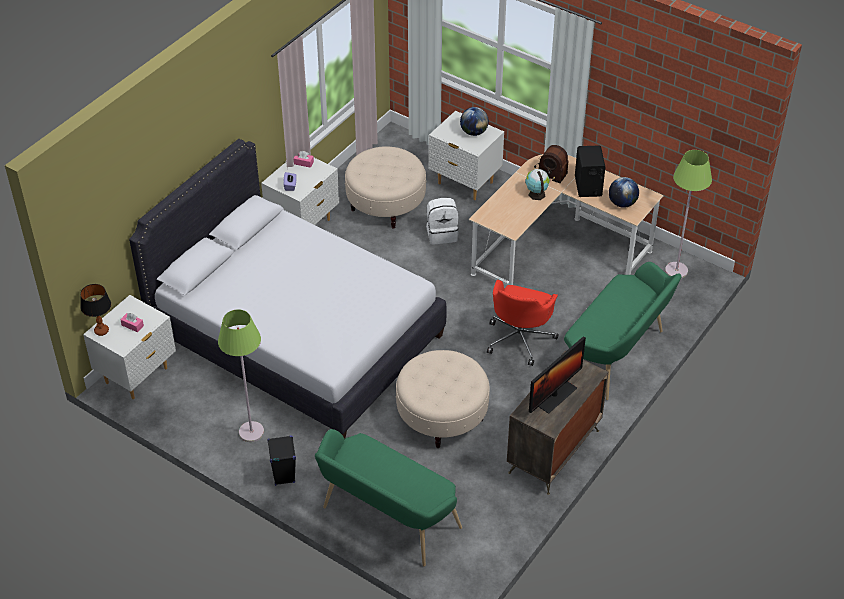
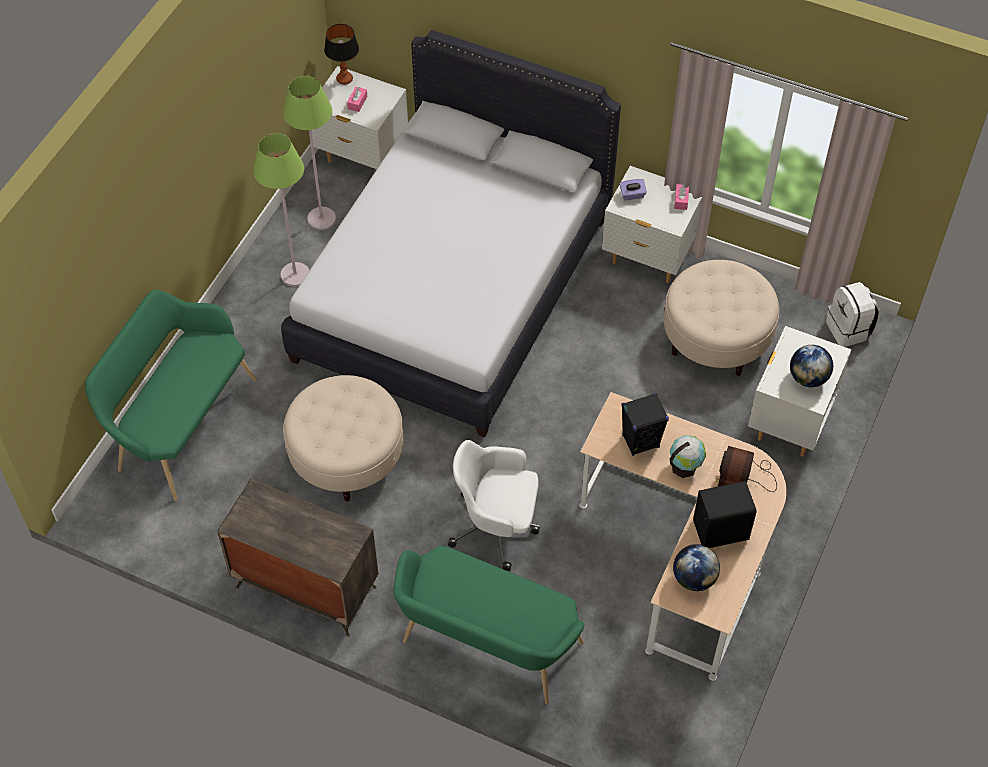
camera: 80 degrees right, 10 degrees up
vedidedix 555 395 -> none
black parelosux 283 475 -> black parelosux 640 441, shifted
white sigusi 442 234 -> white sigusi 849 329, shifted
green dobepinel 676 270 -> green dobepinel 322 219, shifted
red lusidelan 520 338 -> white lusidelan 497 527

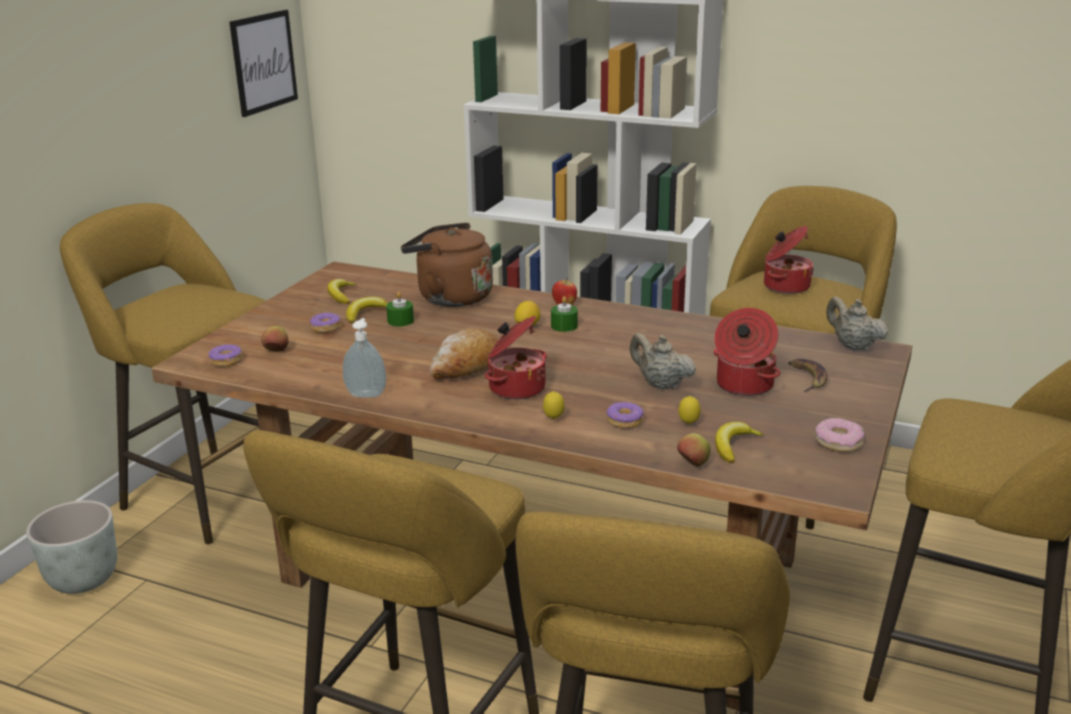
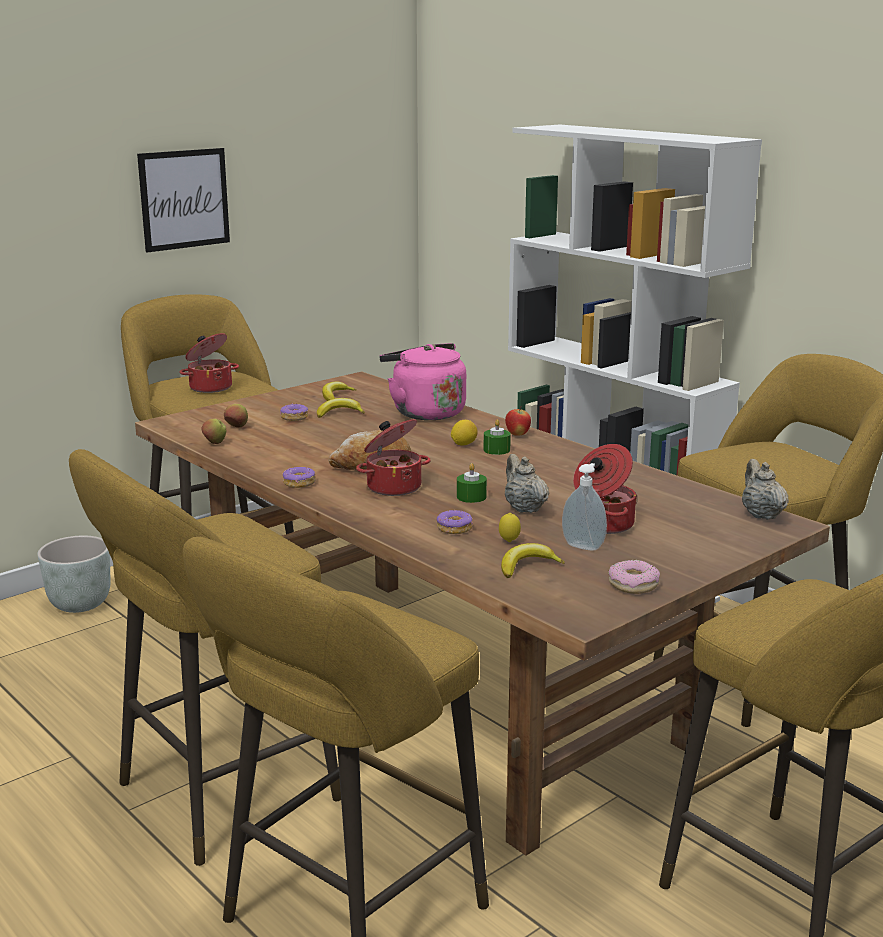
camera: 25 degrees right, 5 degrees down
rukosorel 553 419 -> none
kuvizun 807 378 -> none
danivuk 226 361 -> danivuk 299 483, shifted
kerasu 264 62 -> kerasu 184 199, shifted
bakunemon 366 394 -> bakunemon 584 546, shifted
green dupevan 400 321 -> green dupevan 471 497, shifted
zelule 693 464 -> zelule 215 443, shifted
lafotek 785 286 -> lafotek 210 387, shifted
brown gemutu 450 297 -> pink gemutu 425 412

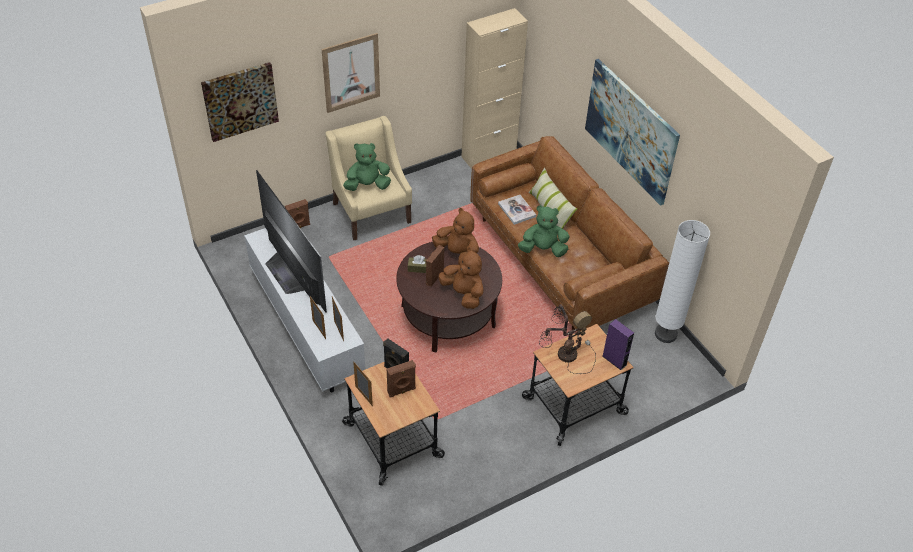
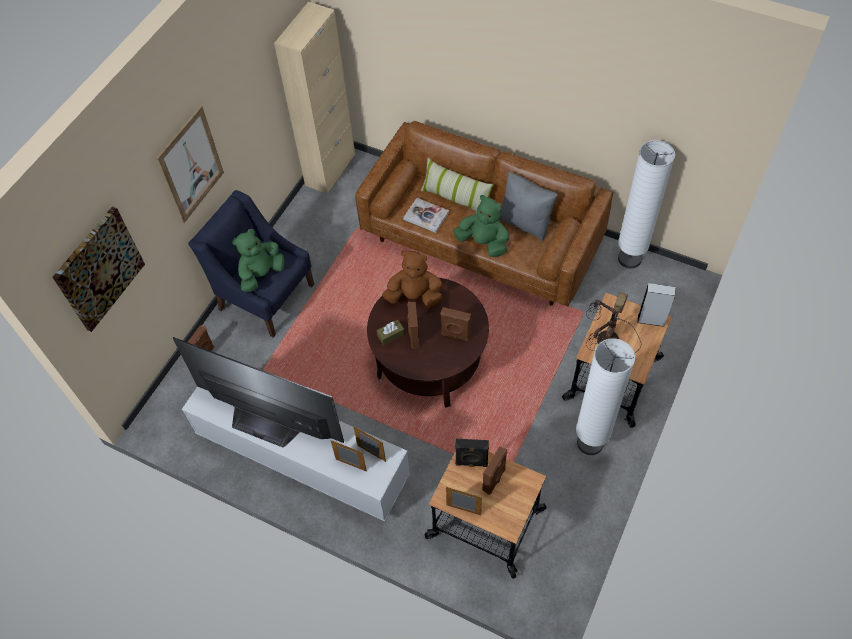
camera: 30 degrees left, 10 degrees up
kerasu 630 131 -> none
none -> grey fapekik 525 222
none -> white dobepinel 590 443
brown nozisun 463 294 -> brown parelosux 455 336
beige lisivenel 371 212 -> blue lisivenel 265 296
purple parelosux 614 360 -> grey parelosux 651 320
green nozisun 543 249 -> green nozisun 483 243, 60 degrees clockwise

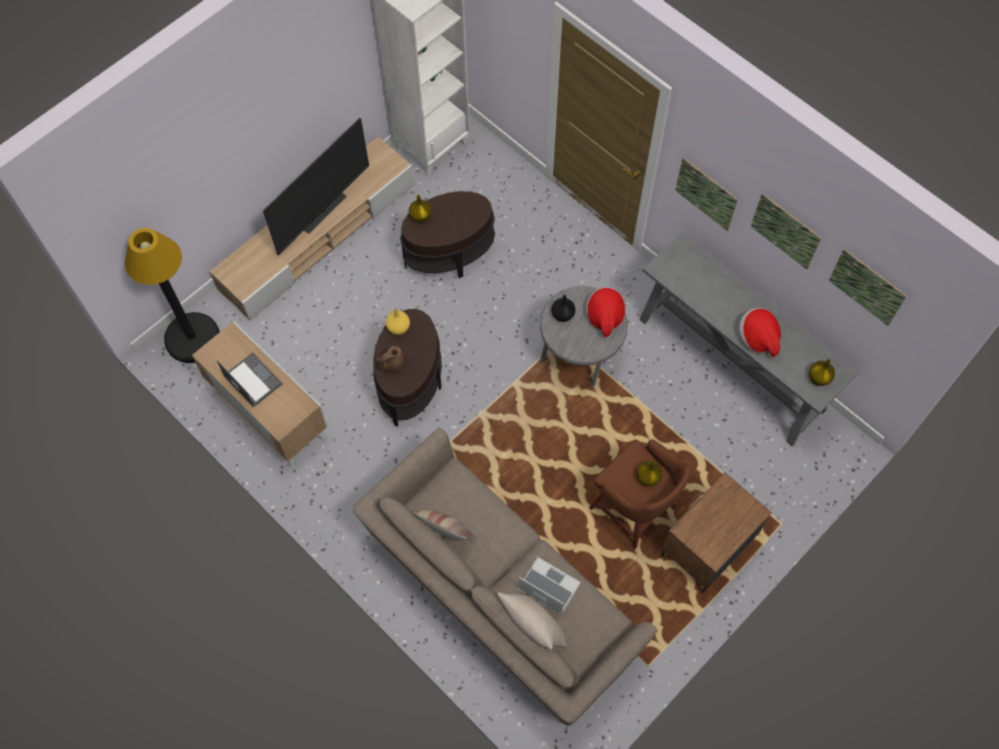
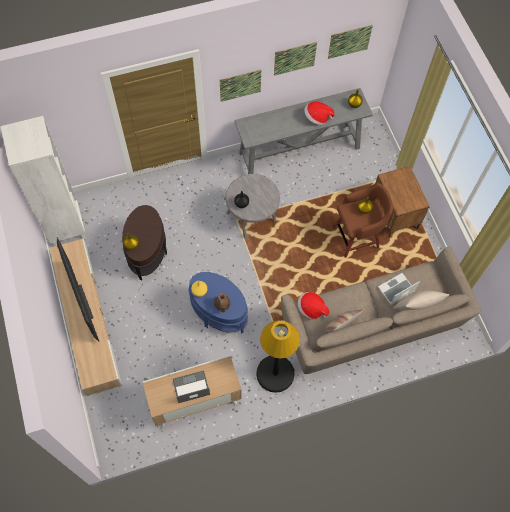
camera: 65 degrees left, 0 degrees up
black dobepinel 192 338 -> black dobepinel 275 374, shifted
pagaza 604 316 -> pagaza 311 309, shifted
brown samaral 410 382 -> blue samaral 218 312

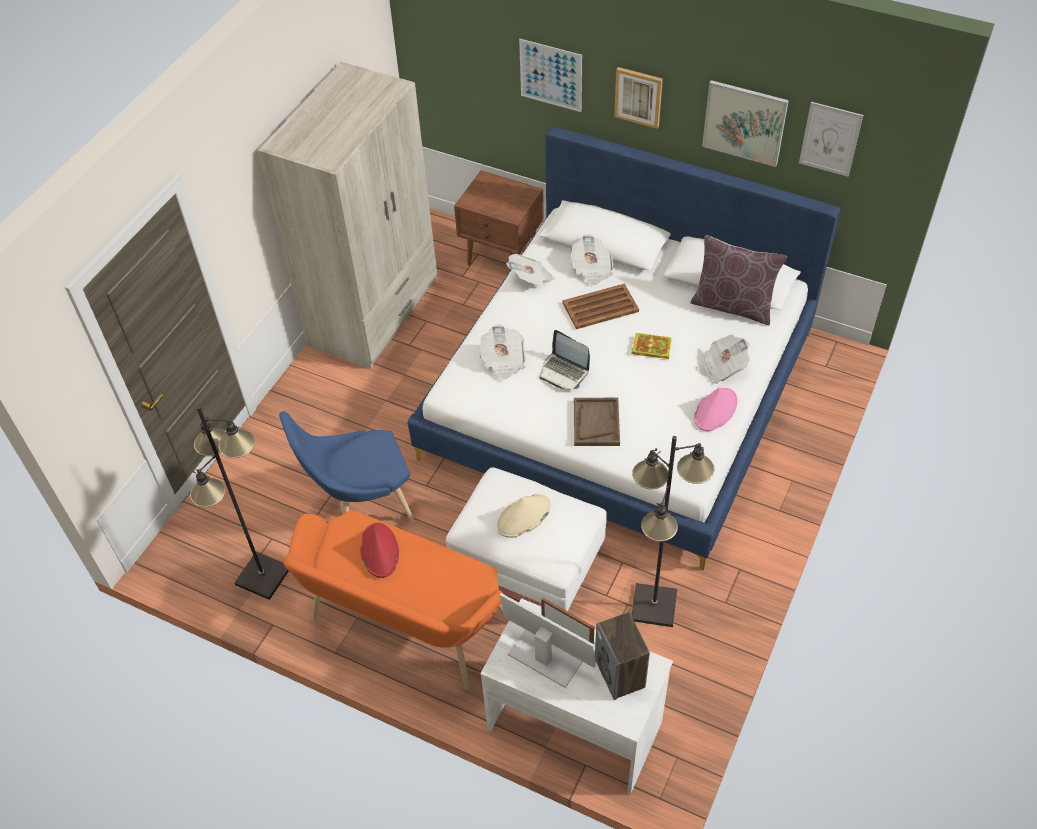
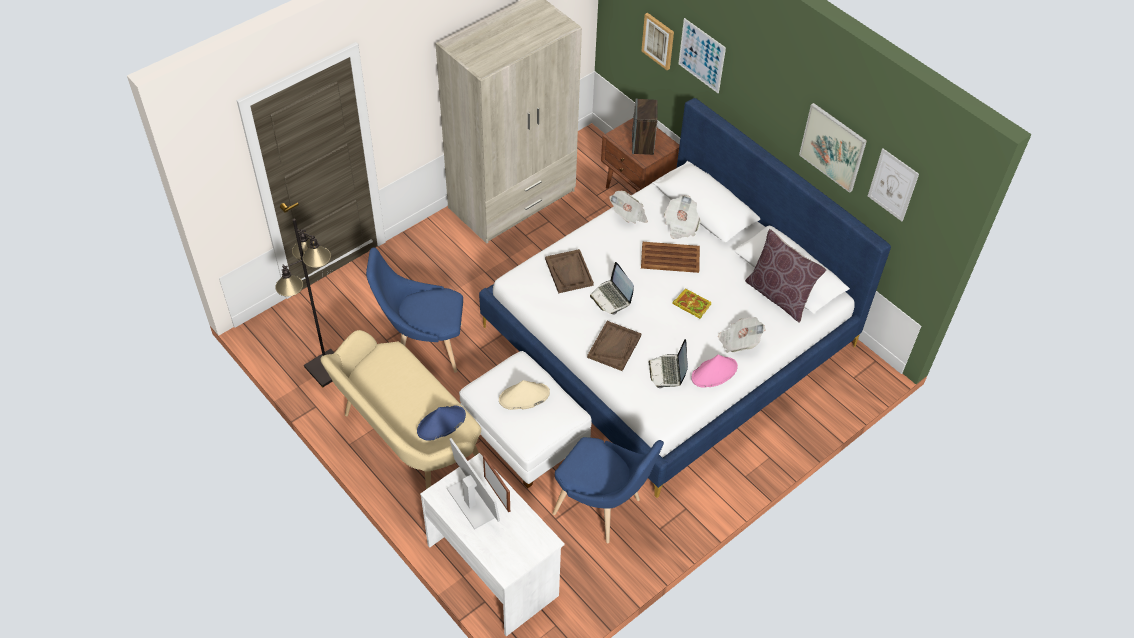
camera: 20 degrees right, 0 degrees up
red pagaza 379 550 -> none
none -> blue pagaza 441 423
none -> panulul 668 372
parelosux 620 674 -> parelosux 643 144, shifted
kerasu 638 97 -> kerasu 658 41, shifted
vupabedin 503 361 -> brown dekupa 569 272
black dobepinel 654 606 -> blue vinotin 602 509
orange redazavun 404 627 -> beige redazavun 407 446

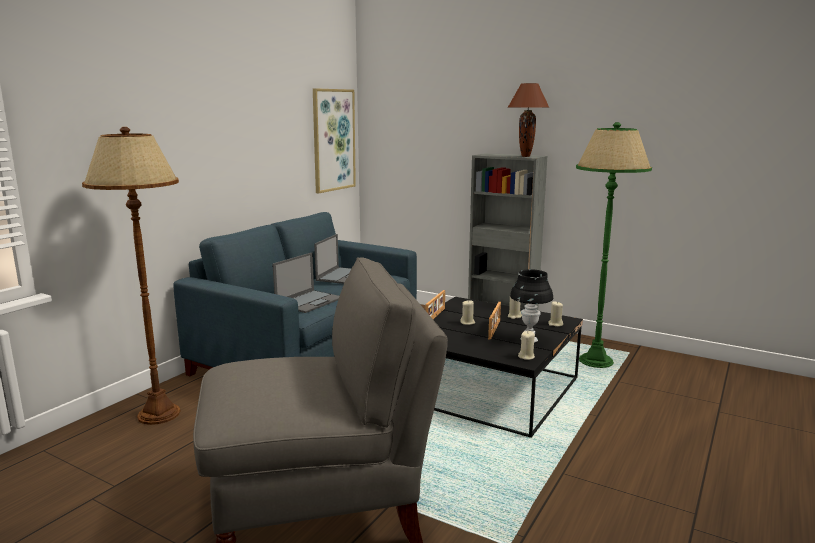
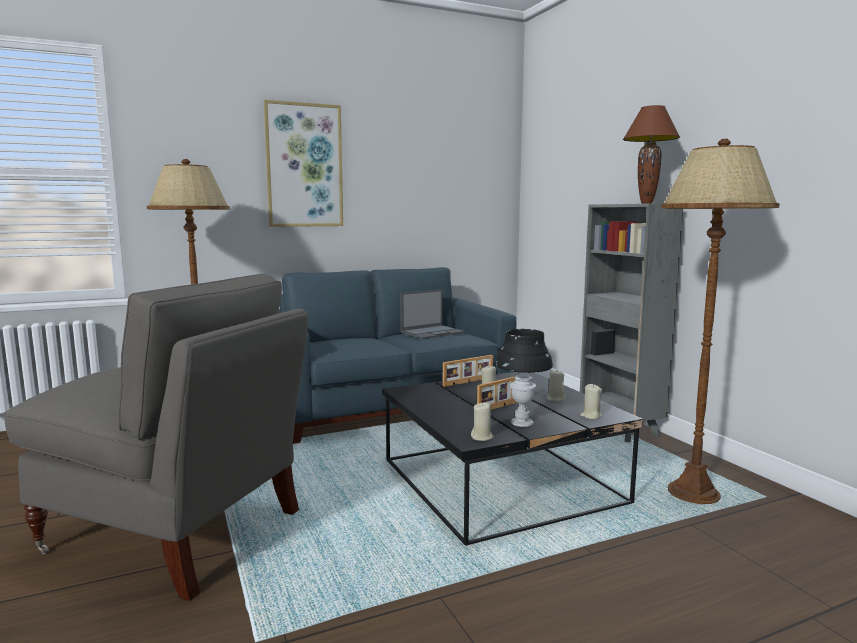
camera: 35 degrees right, 5 degrees down
panulul 309 301 -> none
kerasu 333 140 -> kerasu 304 166, shifted
green dobepinel 596 361 -> brown dobepinel 693 493

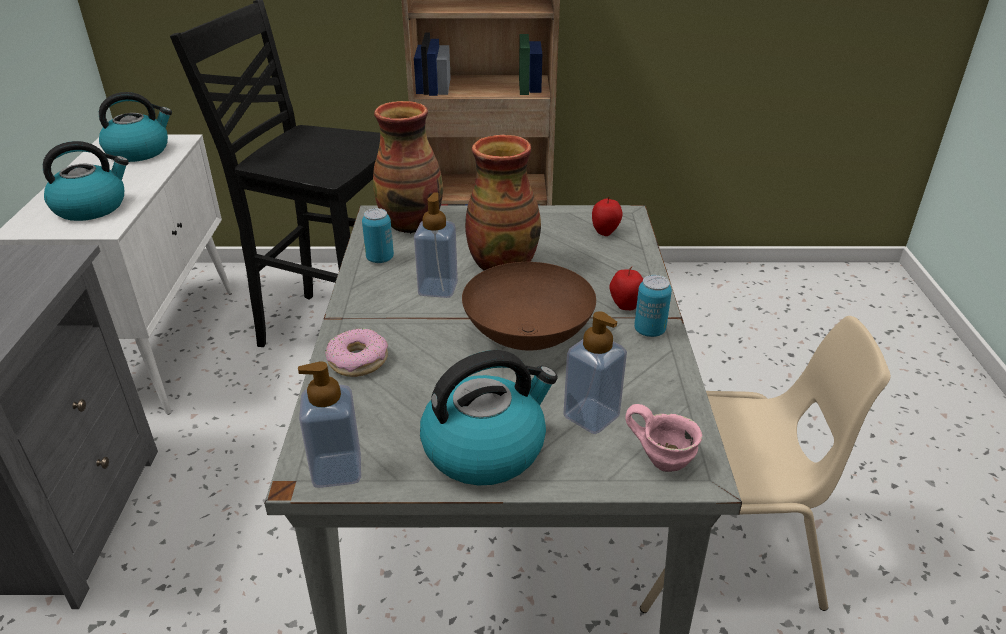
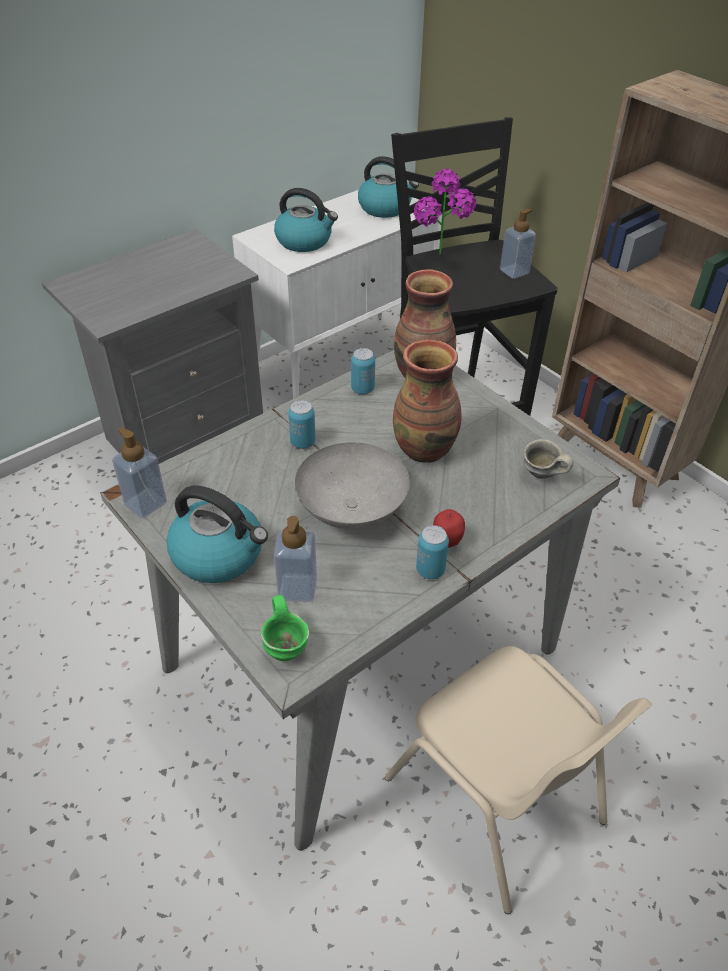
camera: 50 degrees right, 10 degrees up
danivuk 358 360 -> none
none -> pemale 303 442
none -> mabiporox 441 260
bakunemon 438 288 -> bakunemon 514 271, shifted
zelule 605 232 -> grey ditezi 541 477
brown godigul 528 338 -> grey godigul 350 511
pink ditezi 662 458 -> green ditezi 287 647

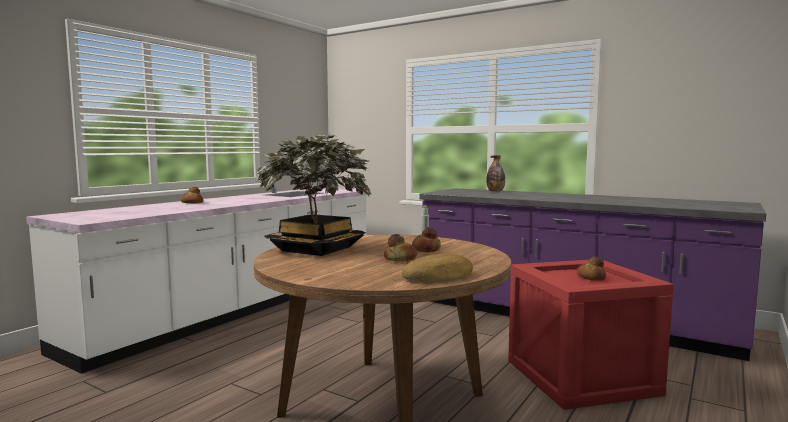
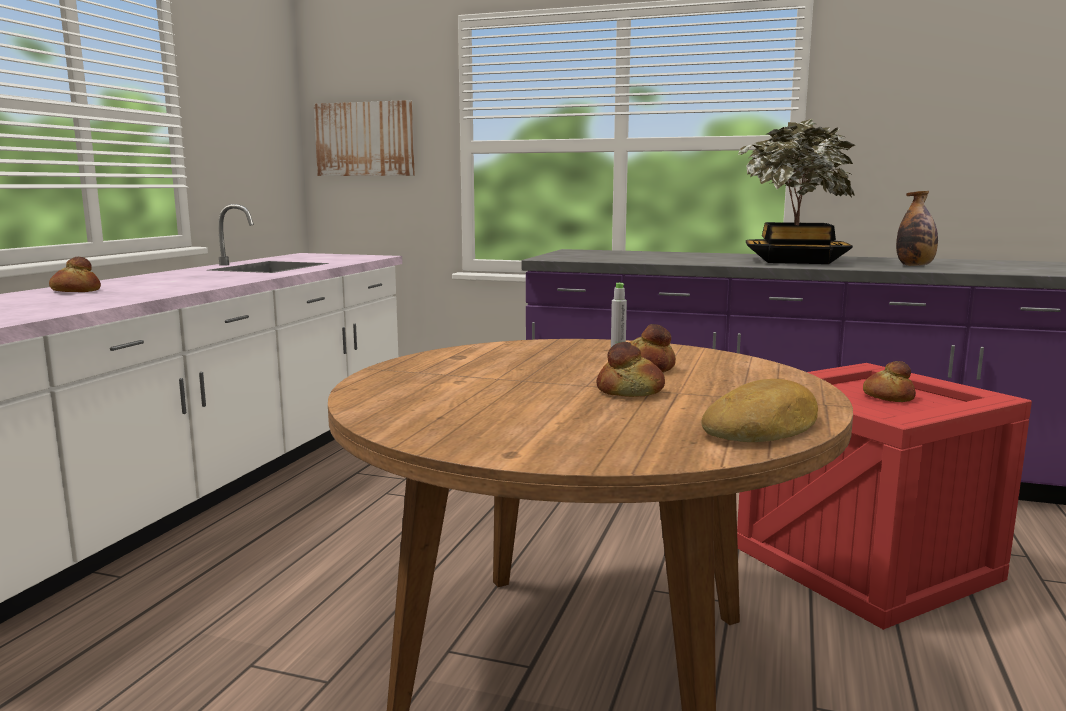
camera: 15 degrees left, 5 degrees up
none -> kerasu 365 139
mabiporox 316 249 -> mabiporox 794 260, shifted
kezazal 495 191 -> kezazal 915 266, shifted

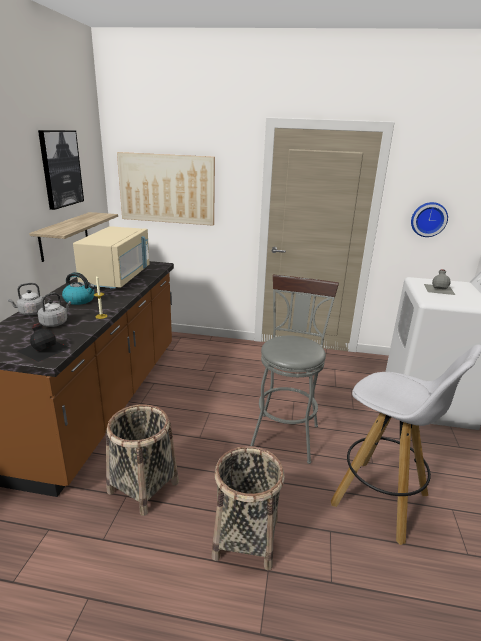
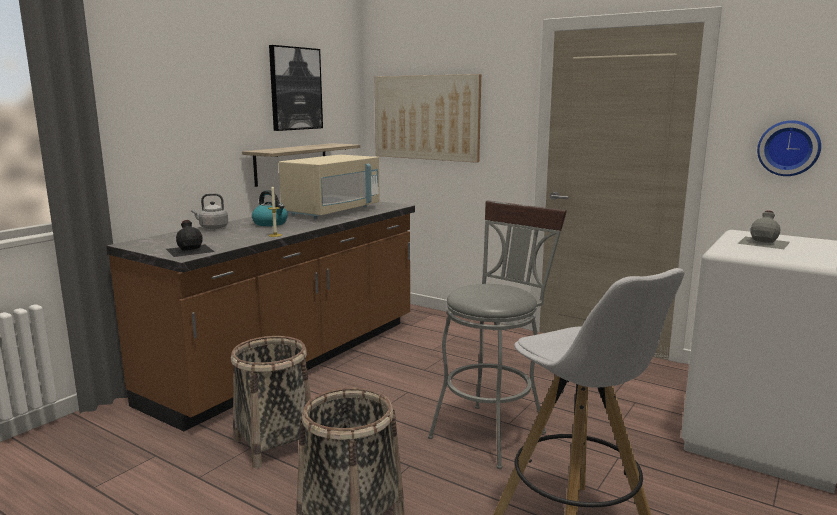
camera: 25 degrees right, 10 degrees down
grey gemutu 55 323 -> none

